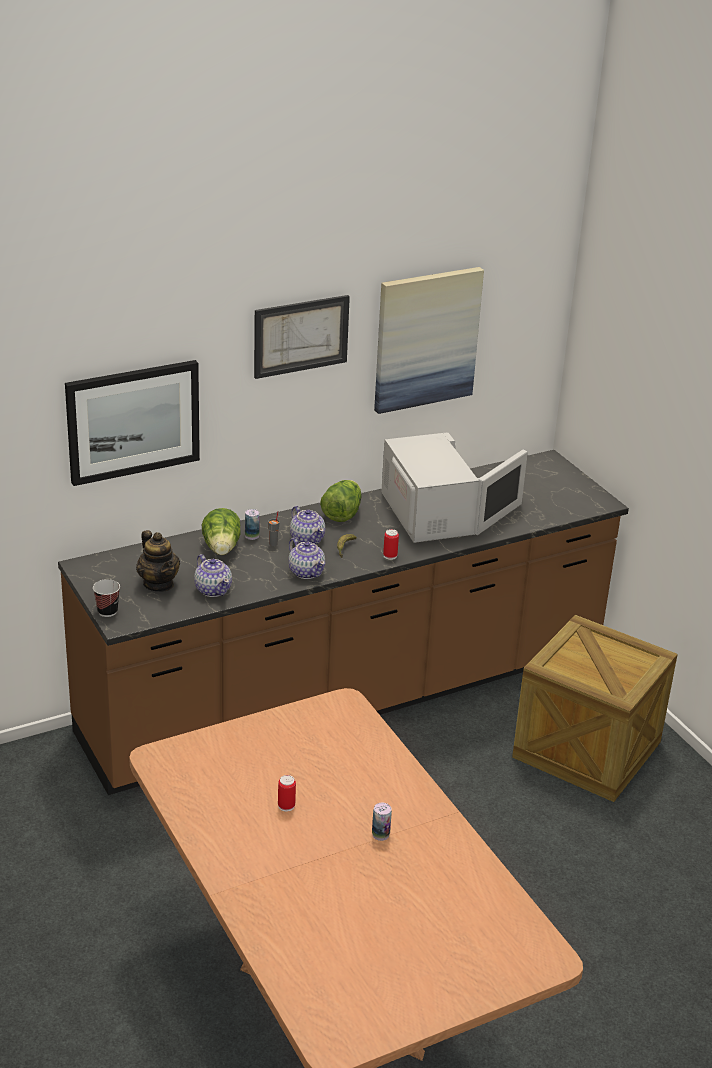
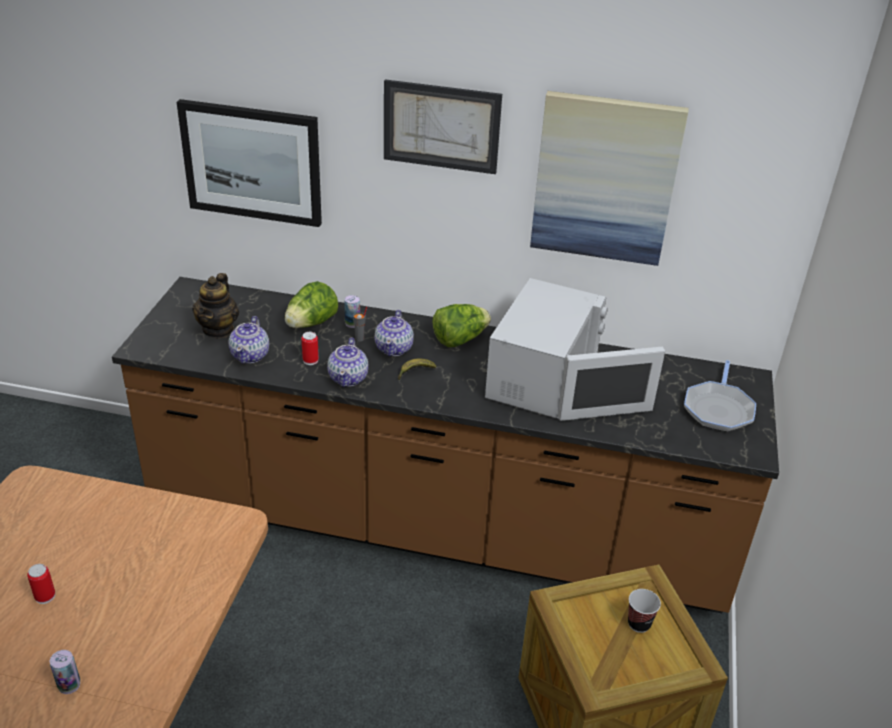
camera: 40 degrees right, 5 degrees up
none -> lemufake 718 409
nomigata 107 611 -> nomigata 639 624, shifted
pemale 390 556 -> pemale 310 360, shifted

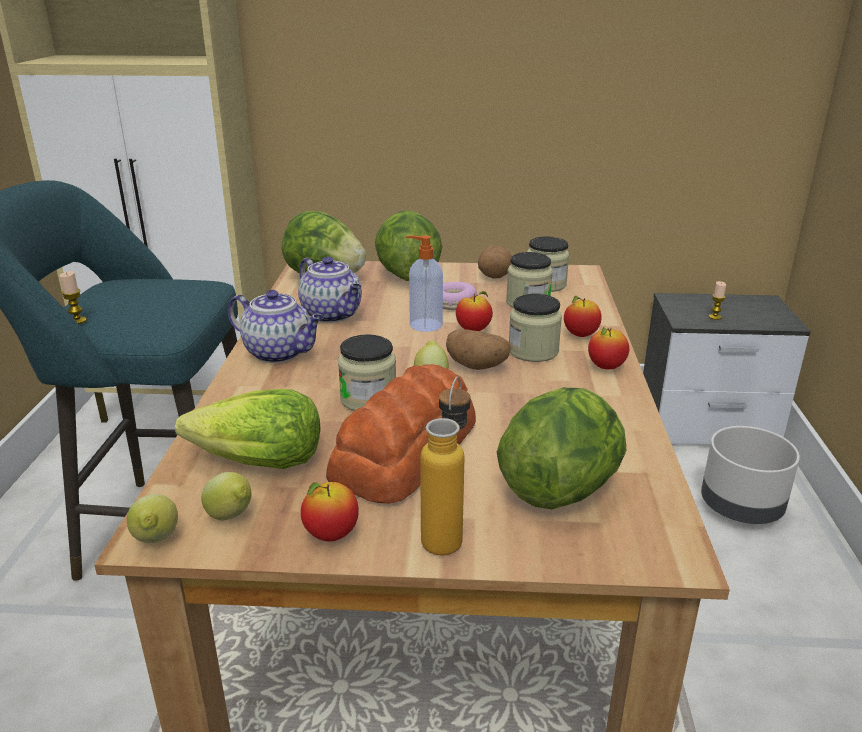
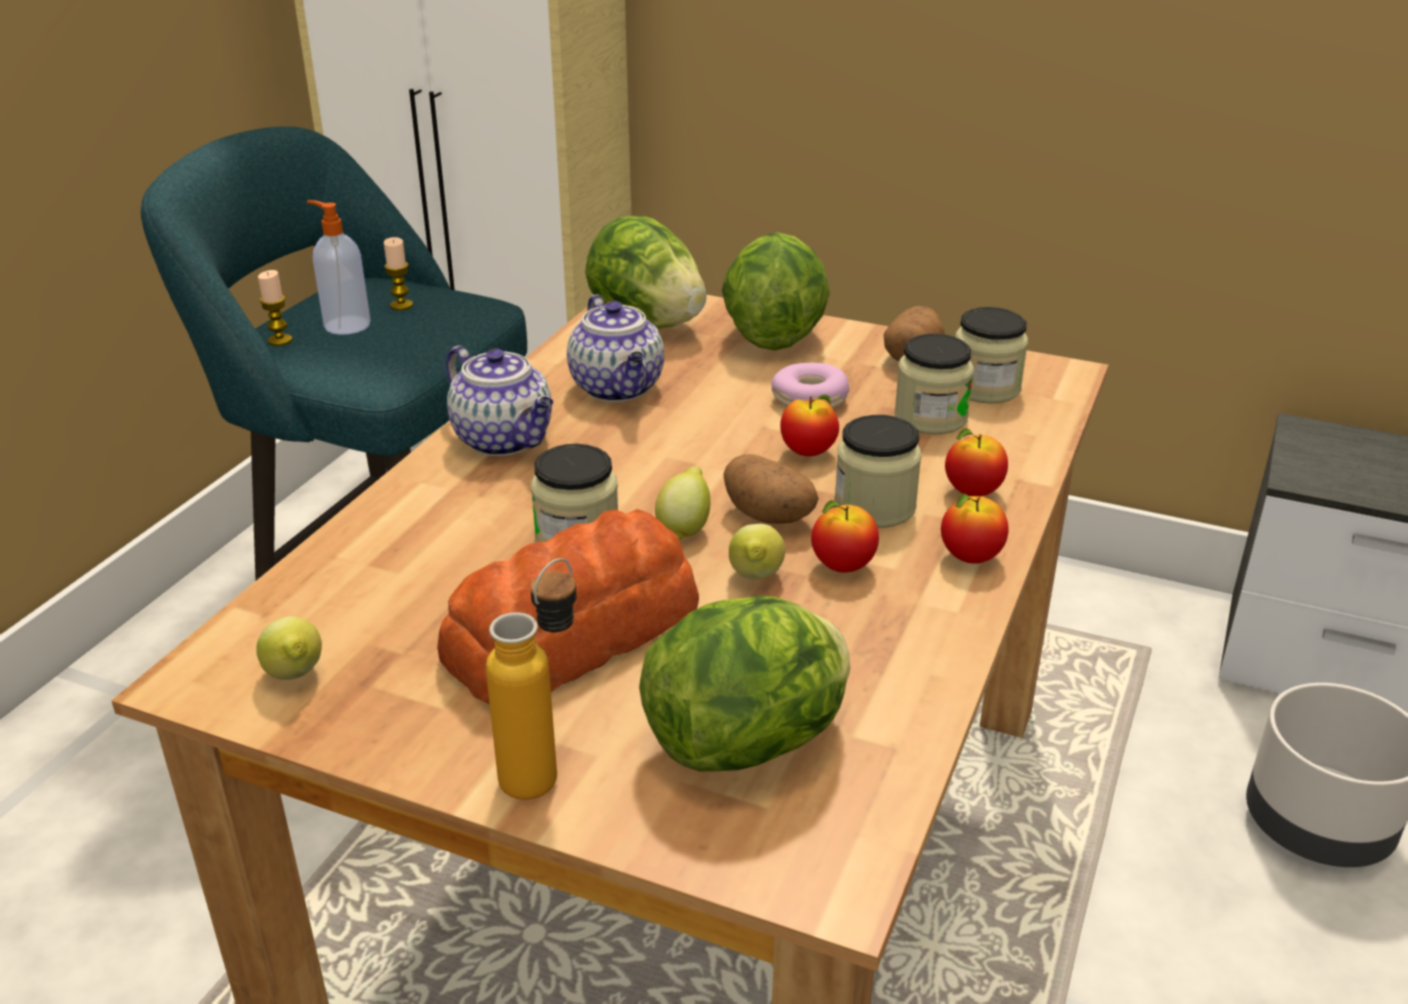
camera: 20 degrees right, 5 degrees up
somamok 258 463 -> none
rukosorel 156 541 -> rukosorel 755 579, shifted
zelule 331 534 -> zelule 842 566, shifted
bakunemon 424 325 -> bakunemon 346 325, shifted
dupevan 714 317 -> dupevan 401 305, shifted

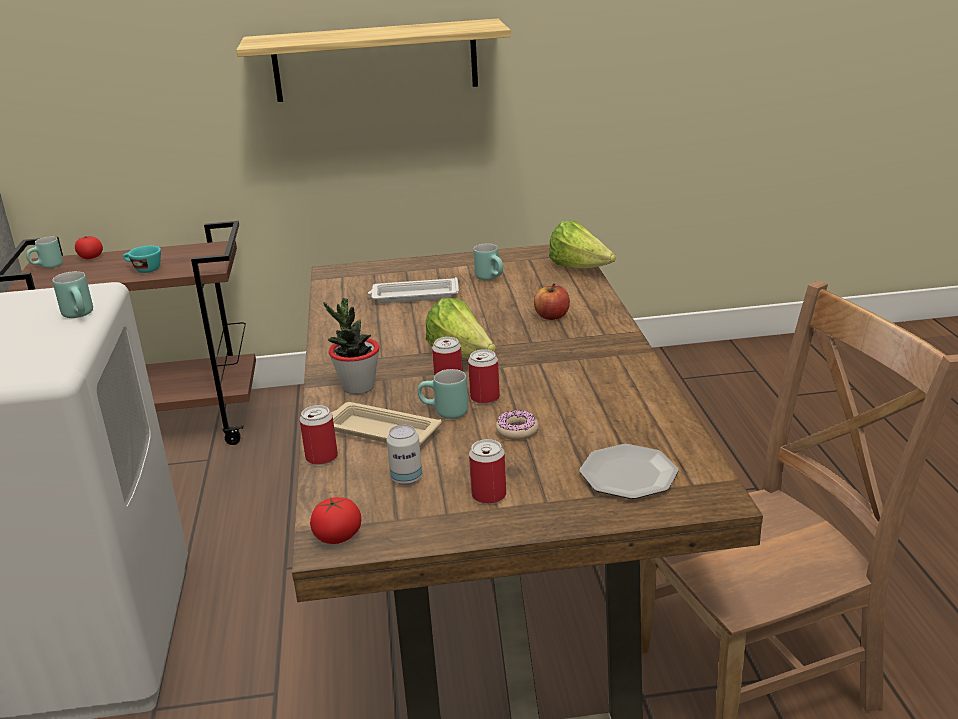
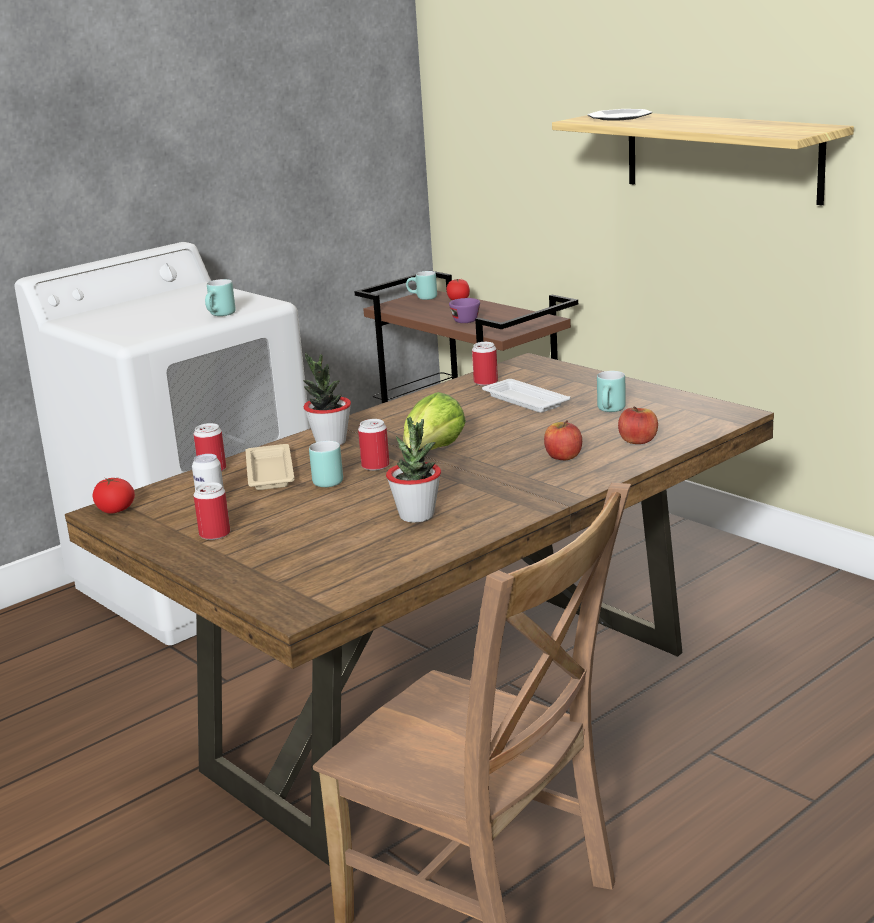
camera: 55 degrees right, 5 degrees down
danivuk 517 431 -> none
somamok 580 268 -> none
none -> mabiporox 417 516
none -> zelule 638 441
pemale 485 398 -> pemale 485 382, shifted
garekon 628 474 -> garekon 620 117, shifted
turquoise nomigata 143 270 -> purple nomigata 463 320

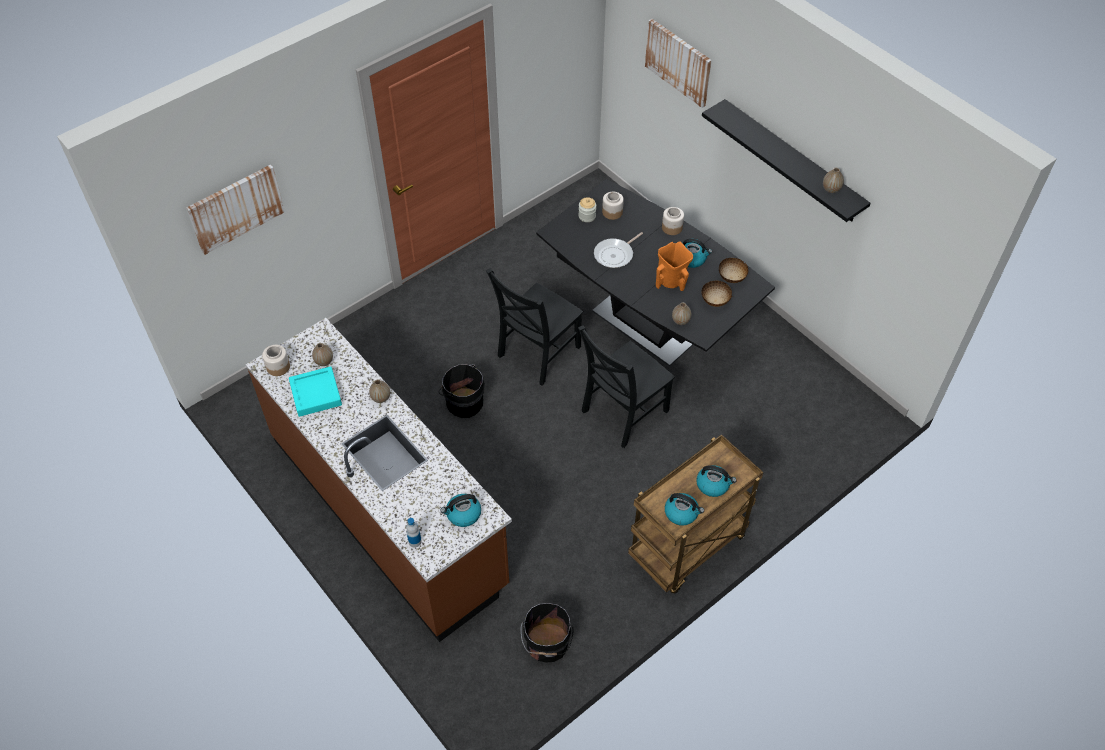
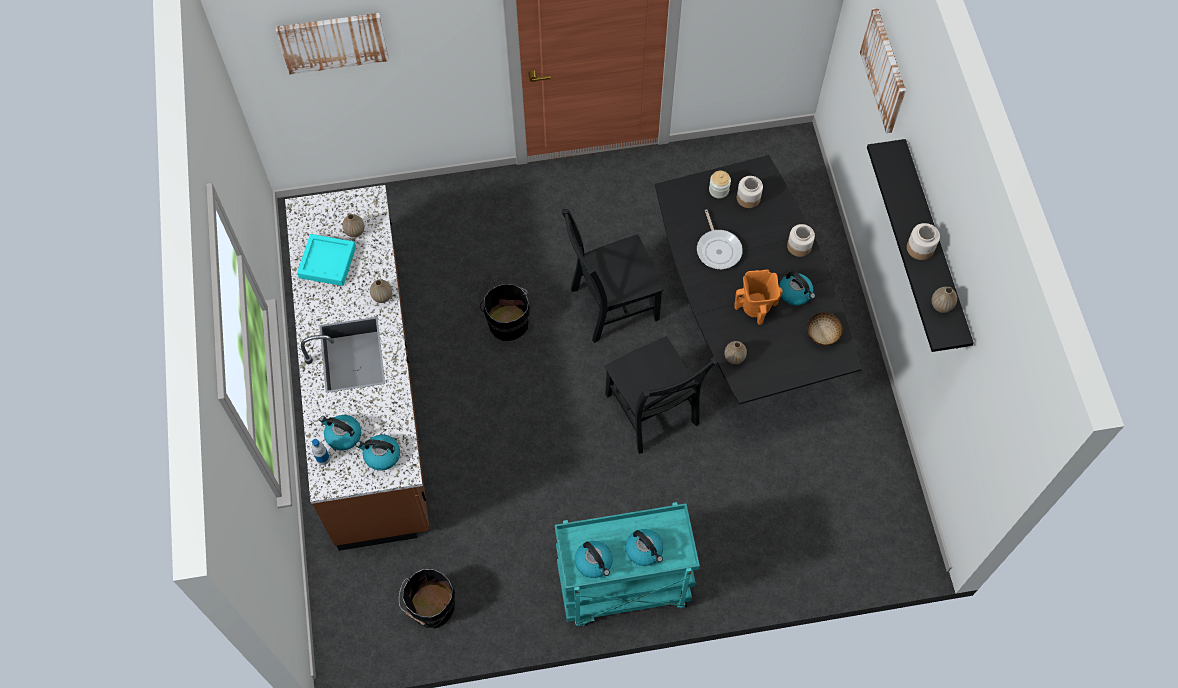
camera: 30 degrees right, 10 degrees up
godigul 714 301 -> none
none -> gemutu 343 435
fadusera 278 367 -> fadusera 920 248, shifted
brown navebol 687 548 -> turquoise navebol 622 588
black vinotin 622 413 -> black vinotin 653 413, 105 degrees counterclockwise
lemufake 615 255 -> lemufake 718 249, 90 degrees counterclockwise

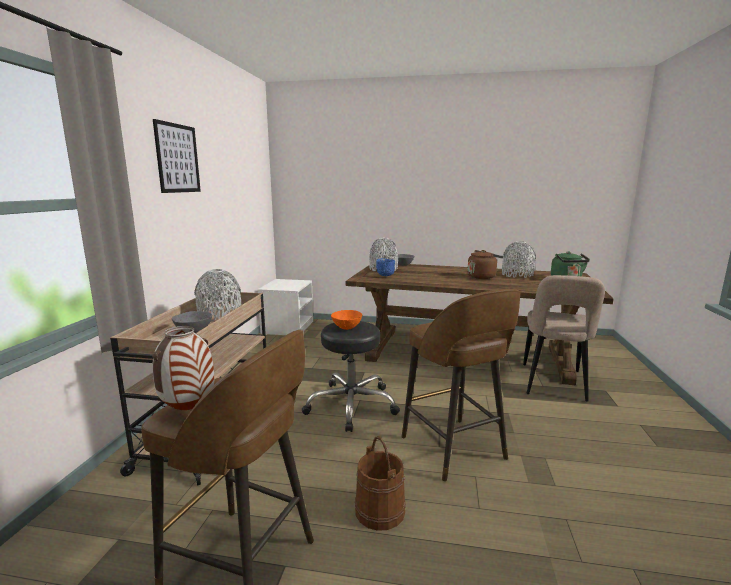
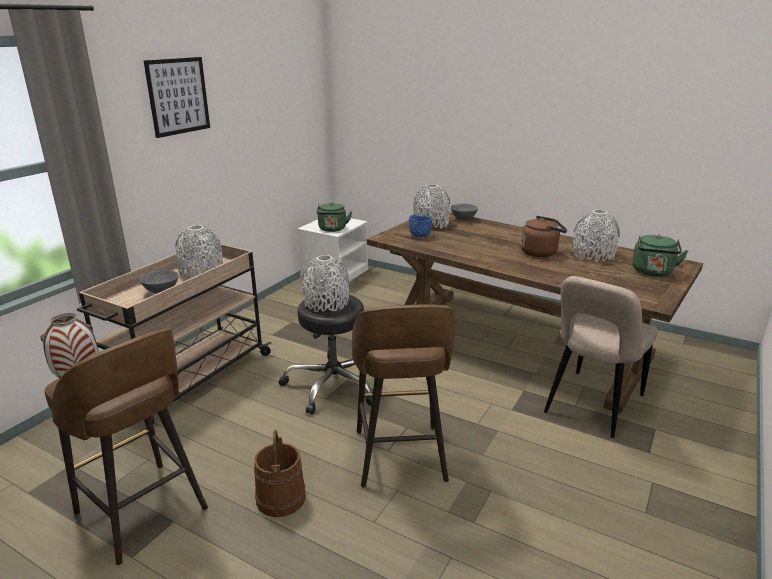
camera: 20 degrees right, 10 degrees up
none -> green gemutu 332 229
orange godigul 346 328 -> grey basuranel 326 303

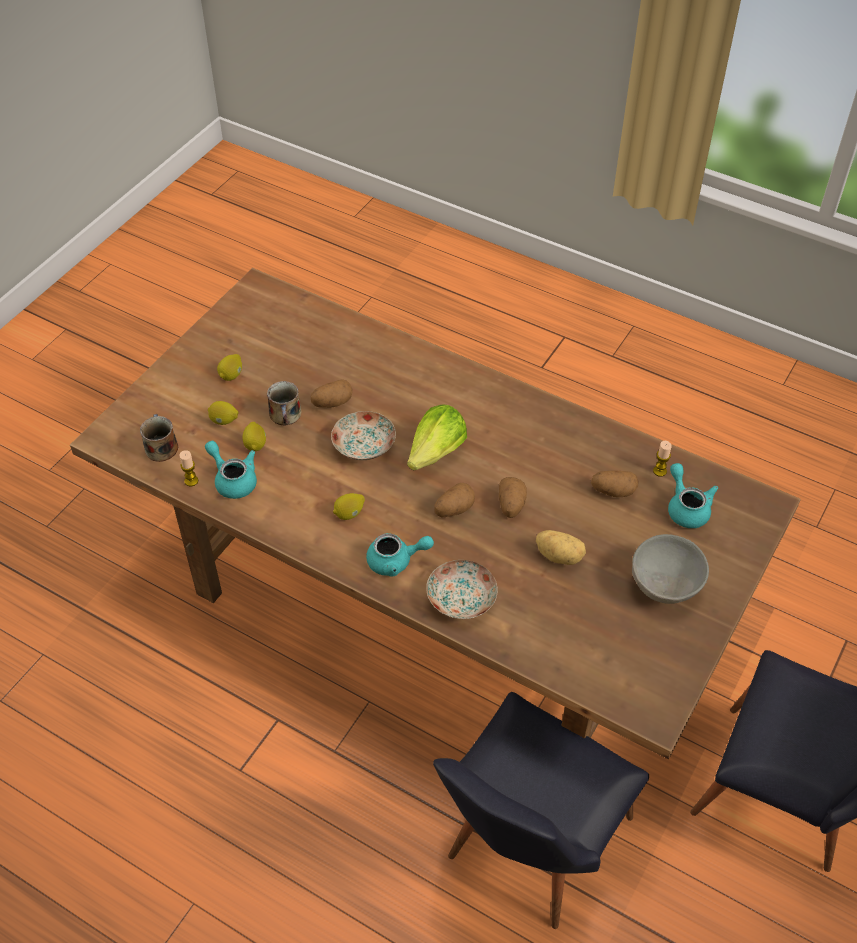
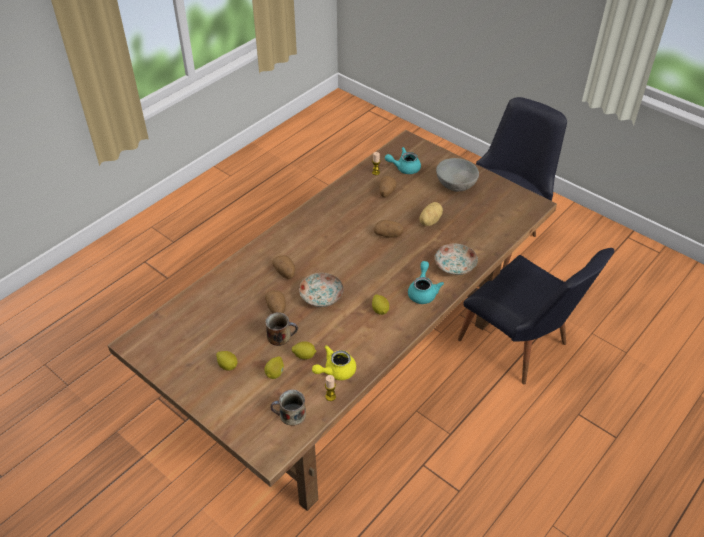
camera: 80 degrees left, 5 degrees down
somamok 436 452 -> none
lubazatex 454 509 -> lubazatex 285 273, shifted
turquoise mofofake 233 479 -> yellow mofofake 335 371

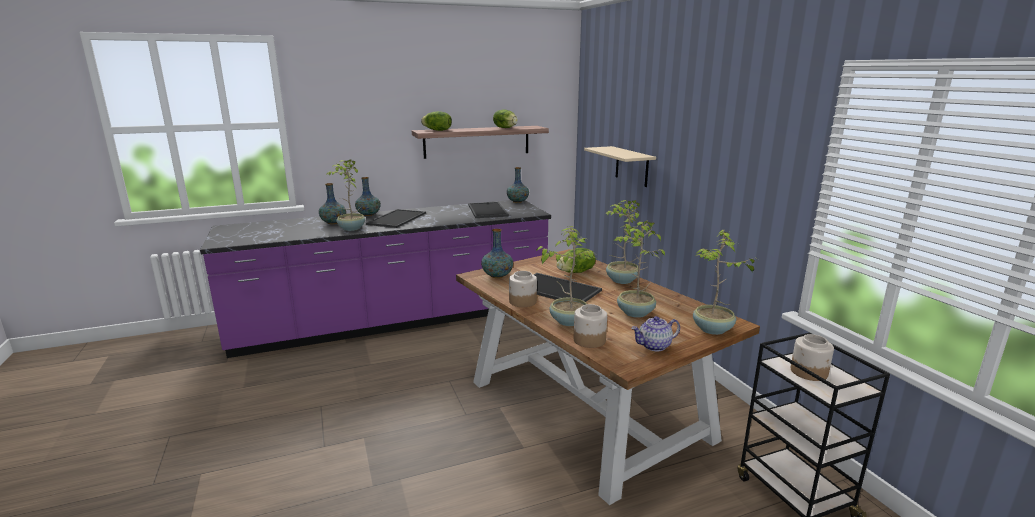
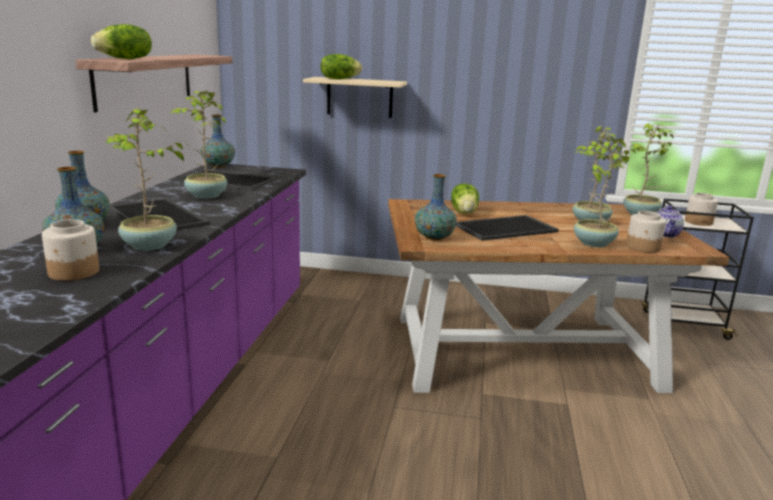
camera: 60 degrees left, 0 degrees up
somamok 505 128 -> somamok 339 79, shifted
fadusera 522 302 -> fadusera 74 272, shifted
mabiporox 621 280 -> mabiporox 206 196, shifted

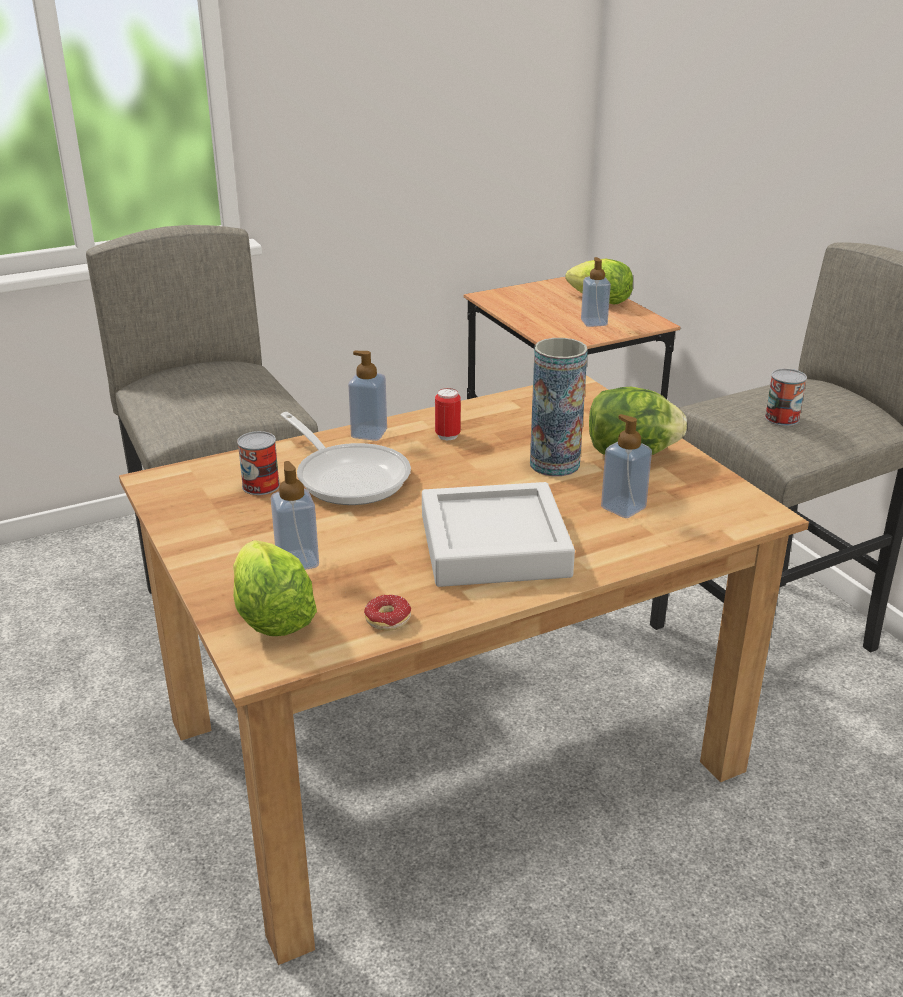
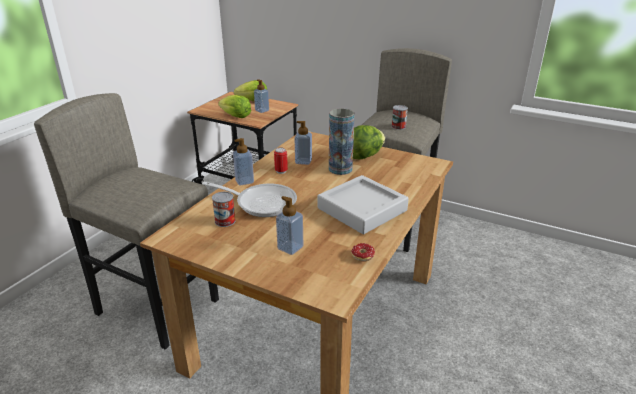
camera: 35 degrees left, 0 degrees up
somamok 271 616 -> somamok 236 116, shifted
bakunemon 623 508 -> bakunemon 303 161, shifted

